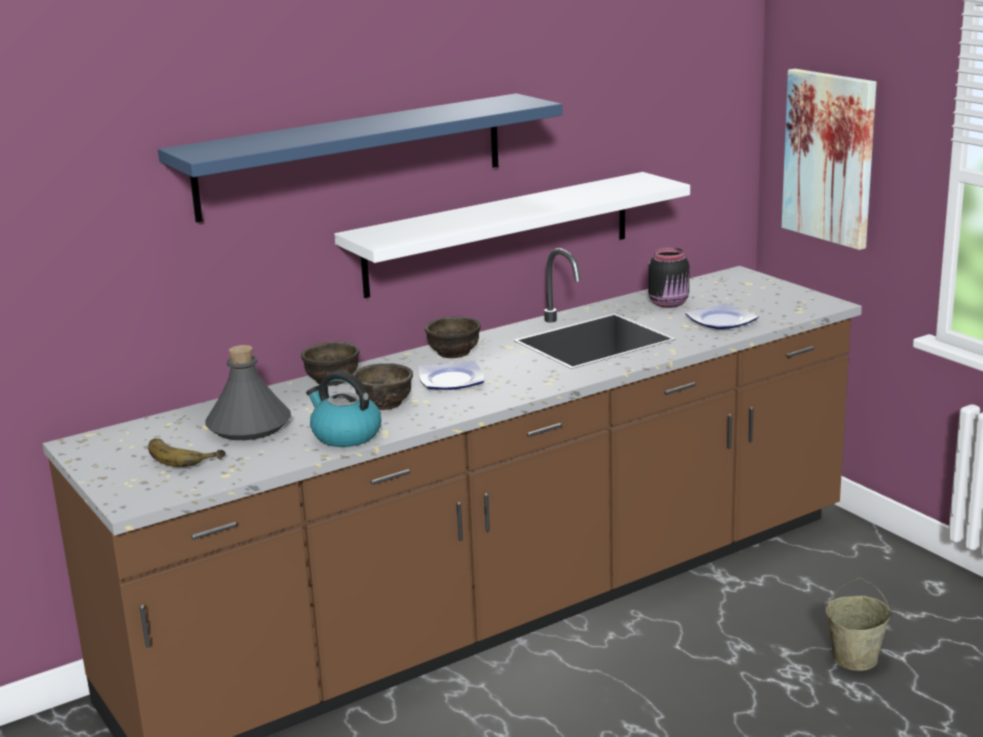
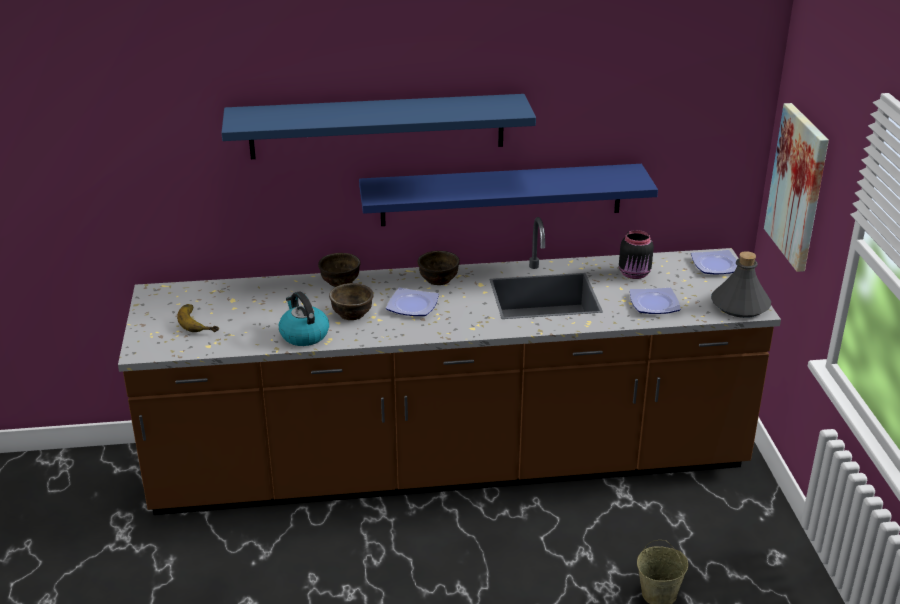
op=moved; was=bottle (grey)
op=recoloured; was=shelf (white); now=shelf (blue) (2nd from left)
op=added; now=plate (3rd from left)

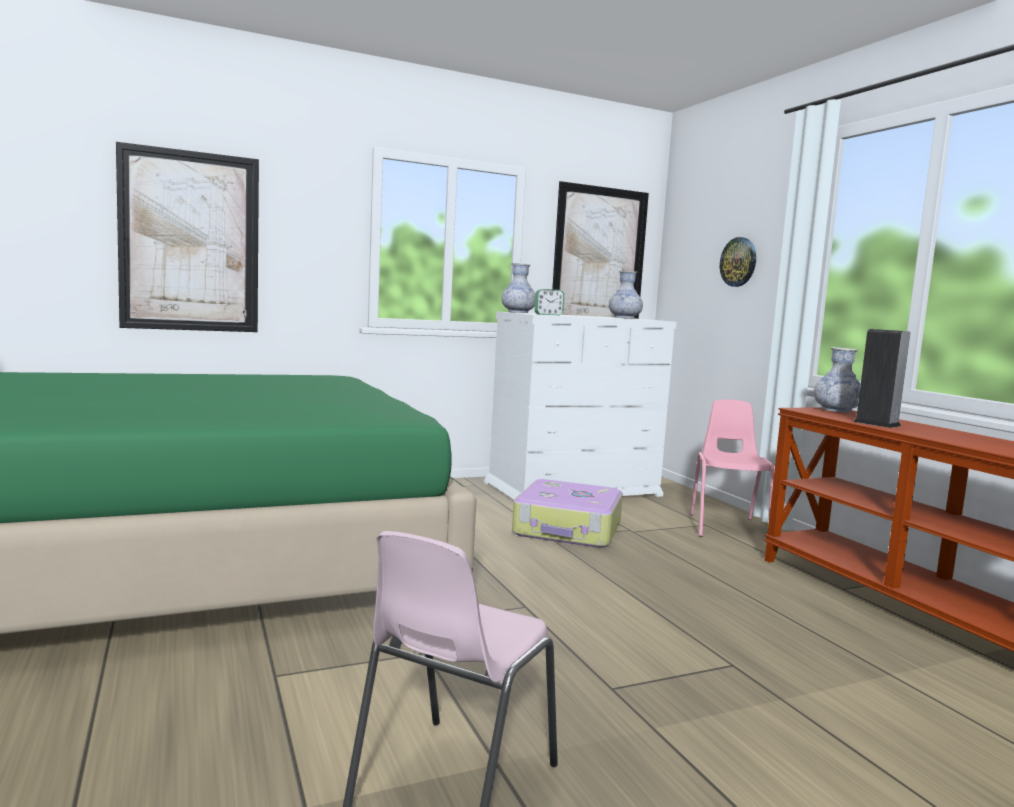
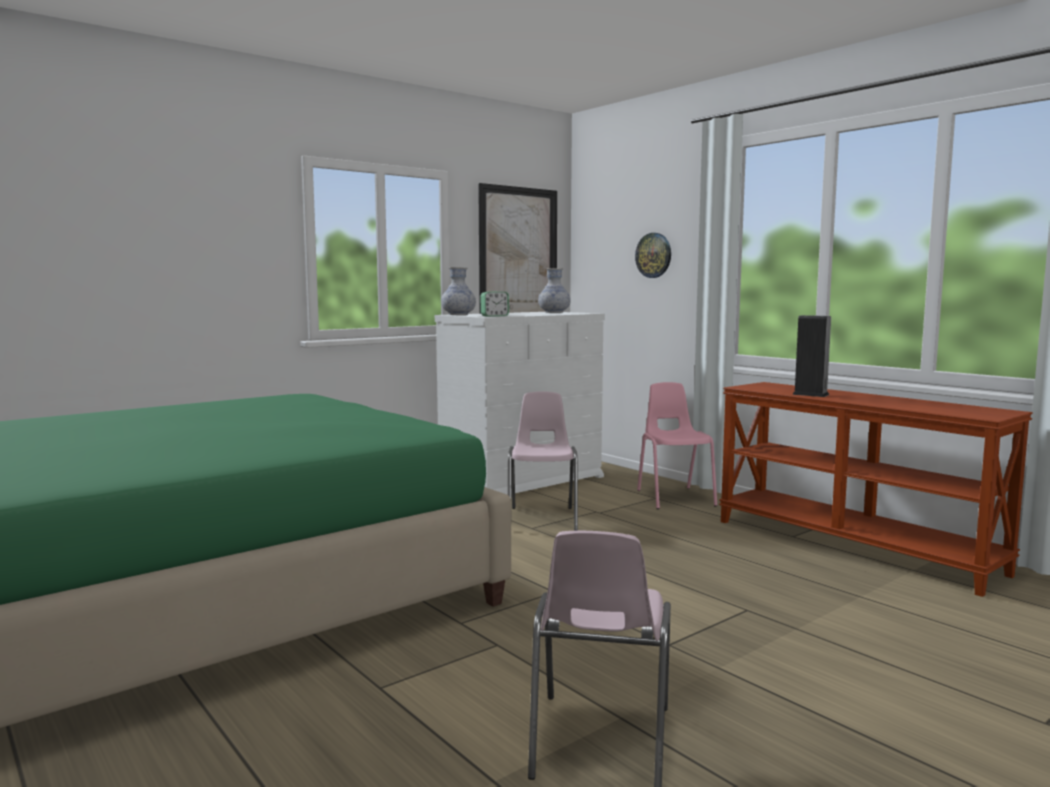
op=removed; was=picture (1st from left)
op=replaced; was=suitcase; now=chair (pink) (1st from left)
op=removed; was=vase (3rd from left)

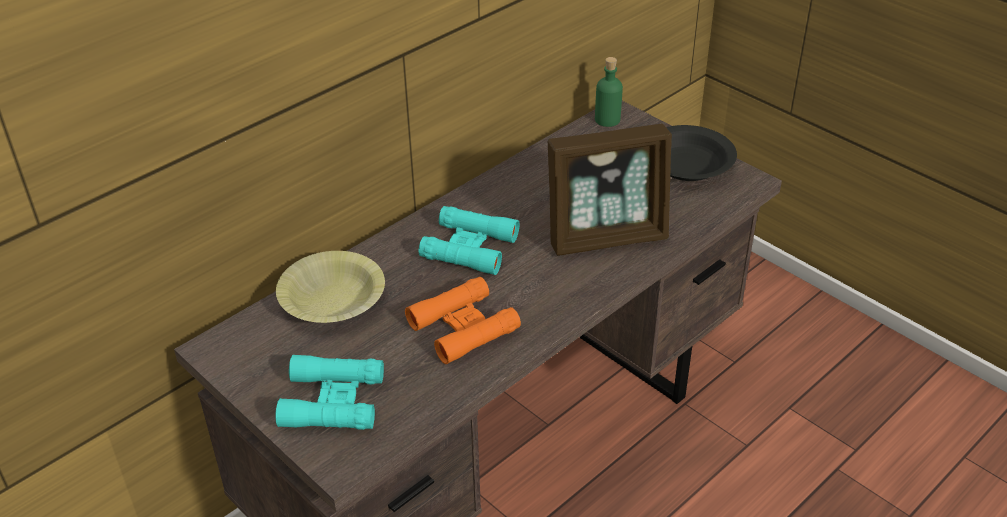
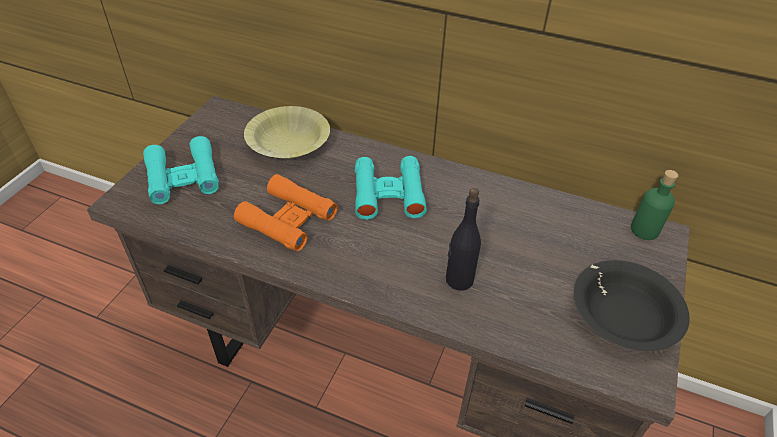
op=replaced; was=picture frame; now=bottle (black)

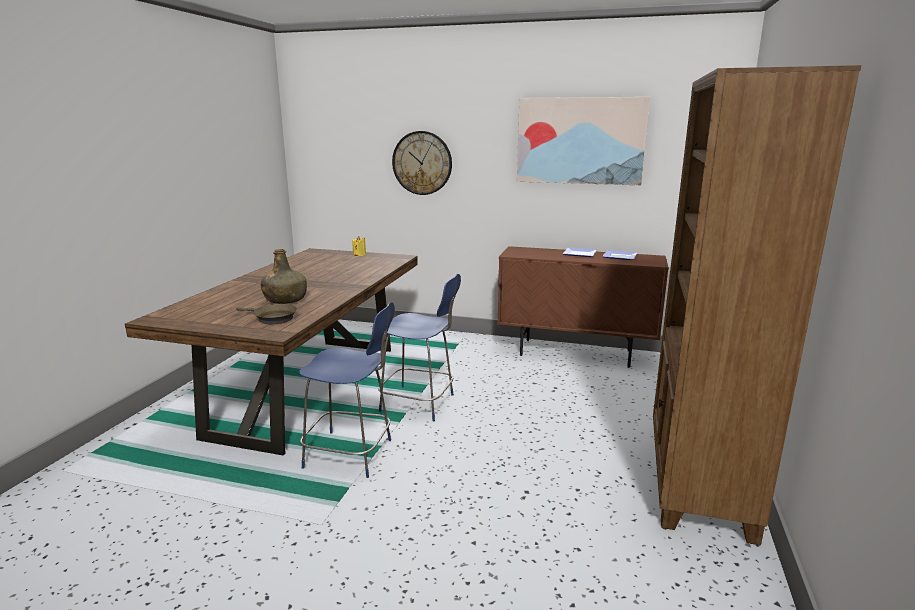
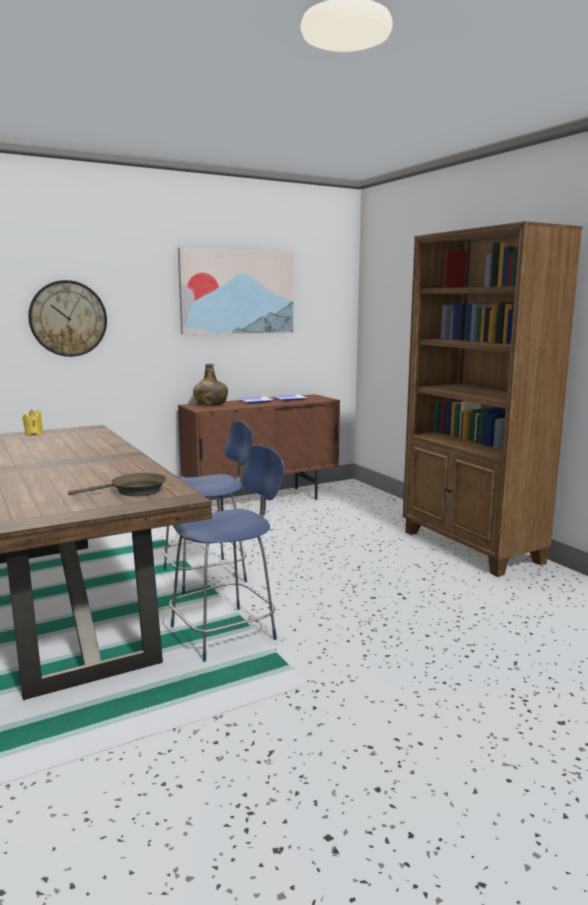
op=moved; was=bottle (green)

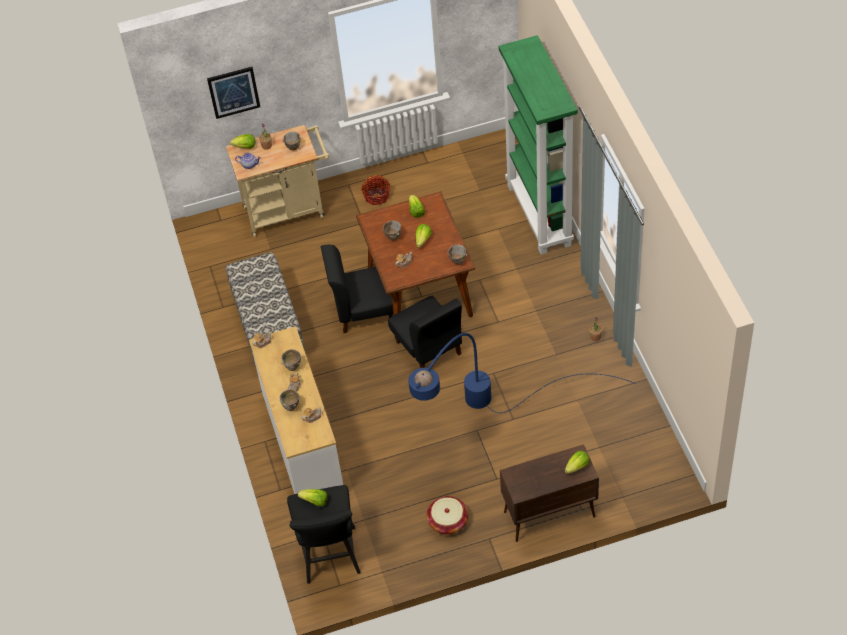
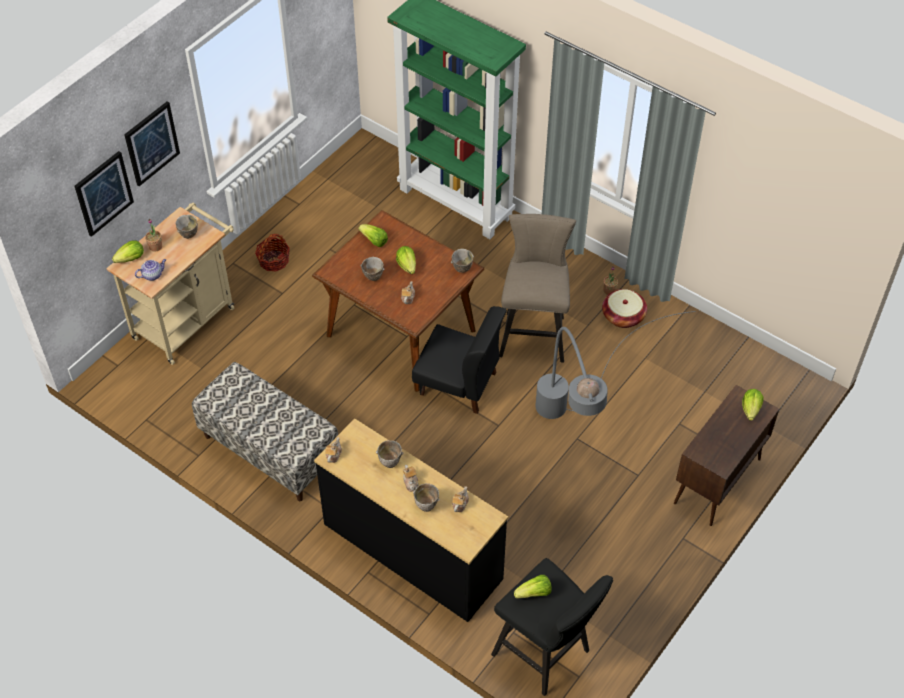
op=recoloured; was=dresser (white); now=dresser (black)
op=removed; was=chair (black) (1st from left)
op=recoloured; was=floor lamp (blue); now=floor lamp (grey)
op=moved; was=basket (2nd from left)
op=added; now=picture (2nd from left)
op=added; now=stool (beige)

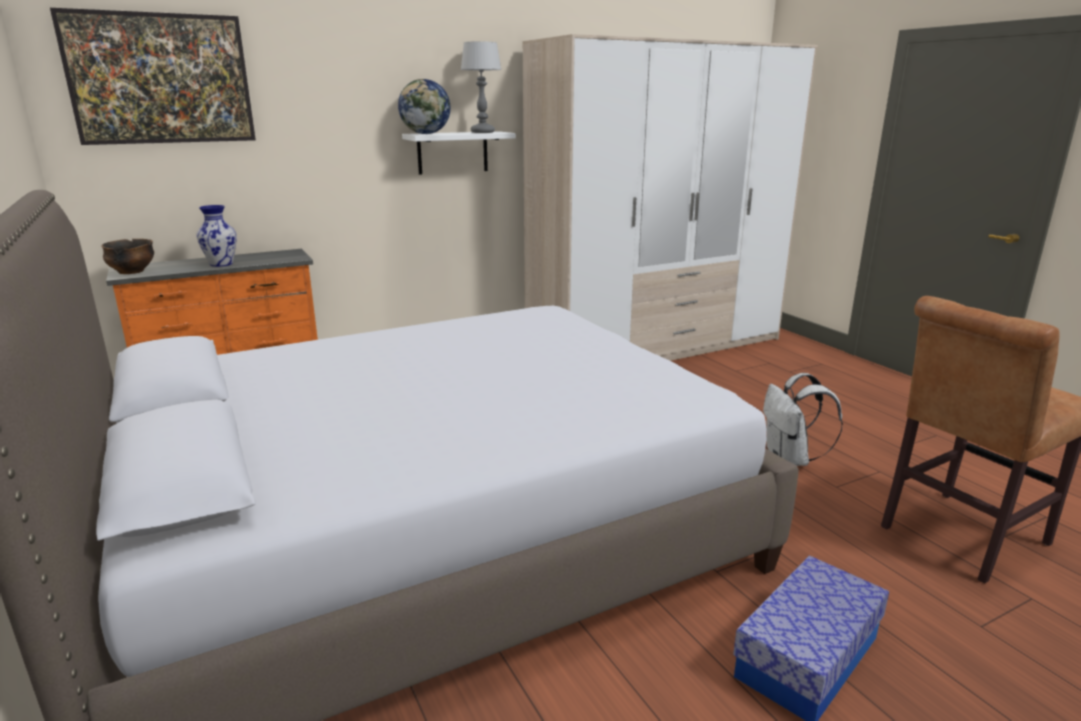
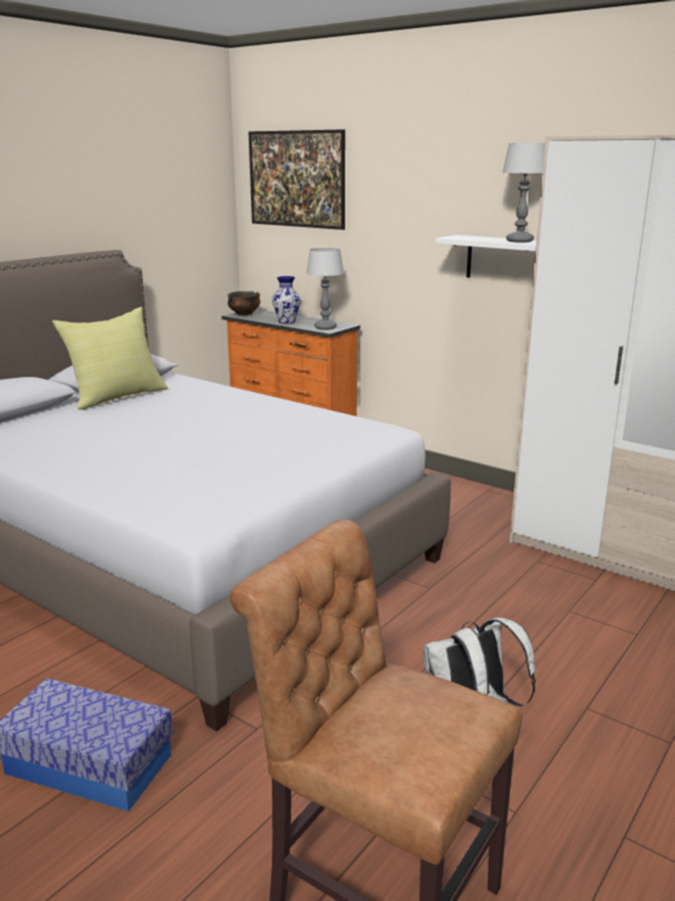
op=removed; was=globe
op=added; now=pillow (yellow)
op=added; now=table lamp (1st from left)

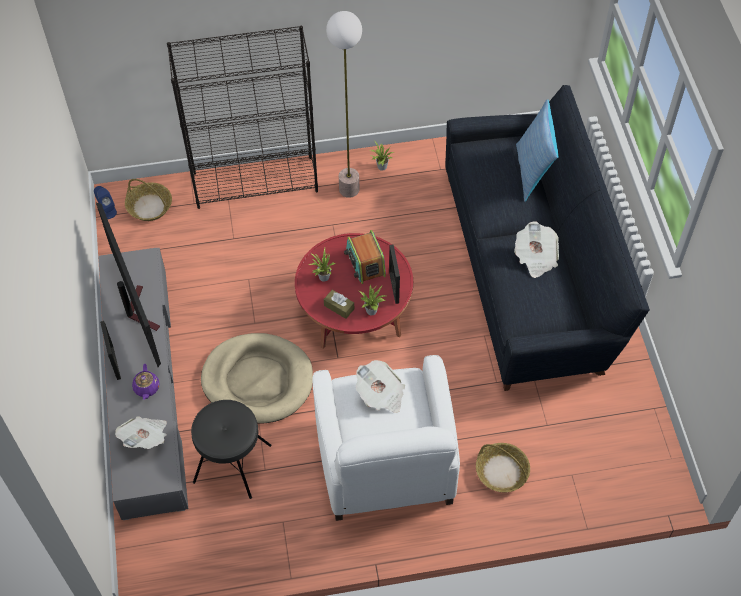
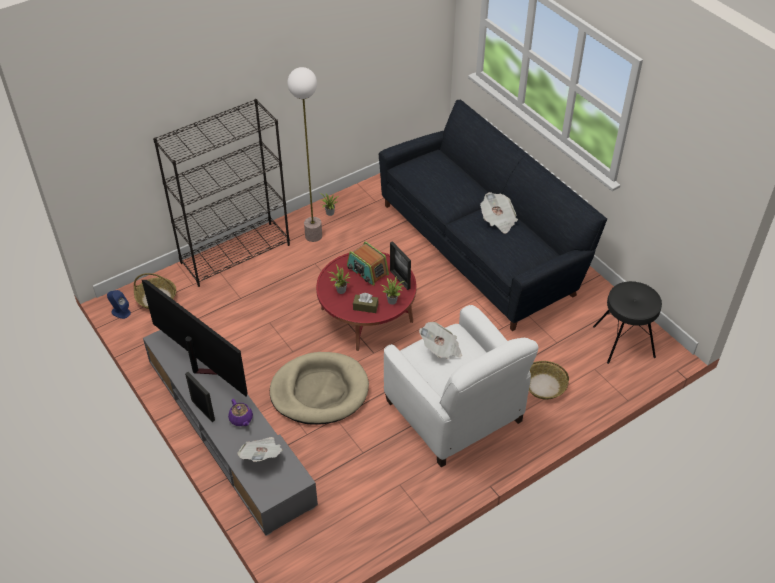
op=moved; was=stool (black)
op=removed; was=pillow

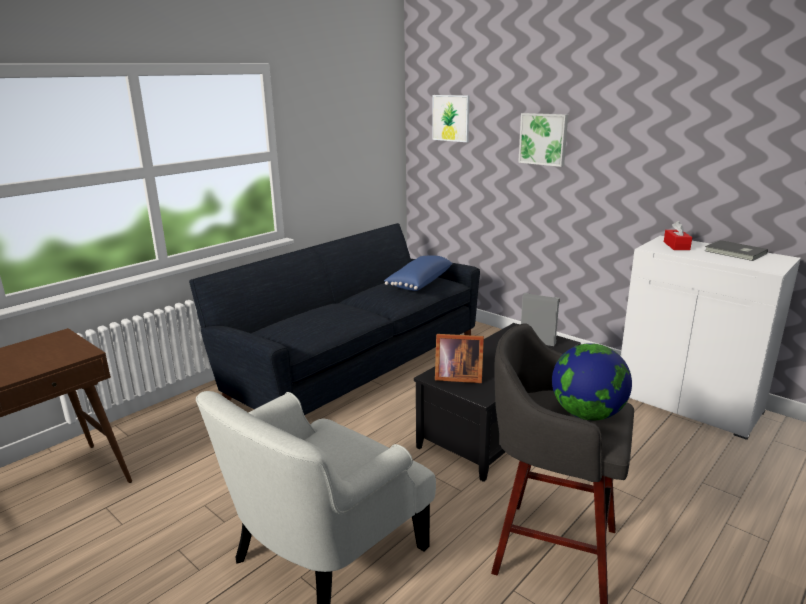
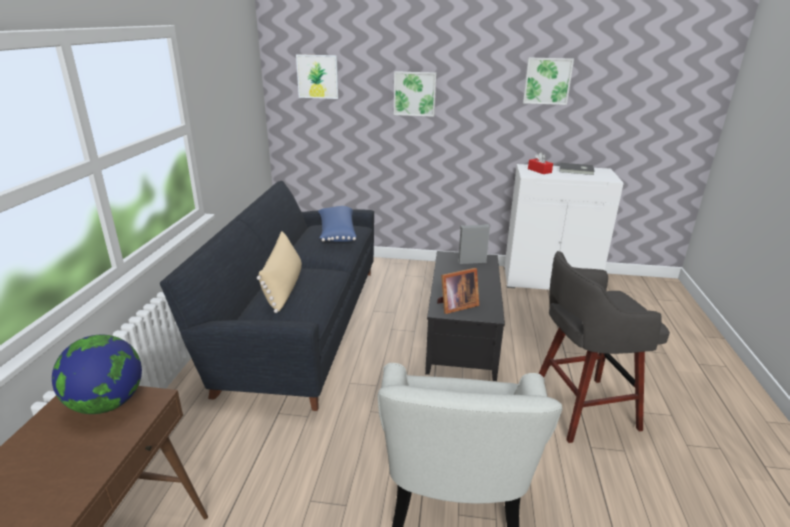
op=moved; was=globe
op=added; now=pillow (beige)
op=added; now=picture (3rd from left)

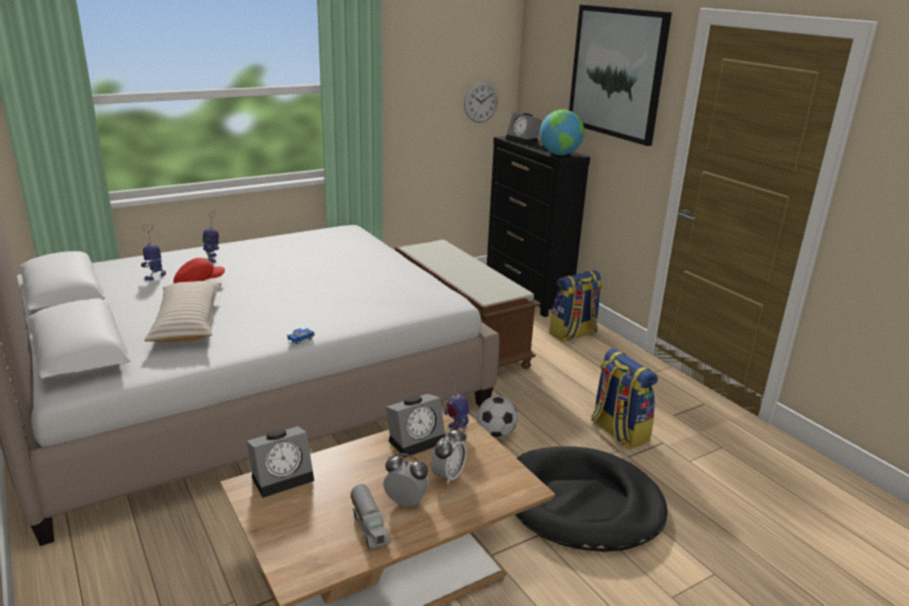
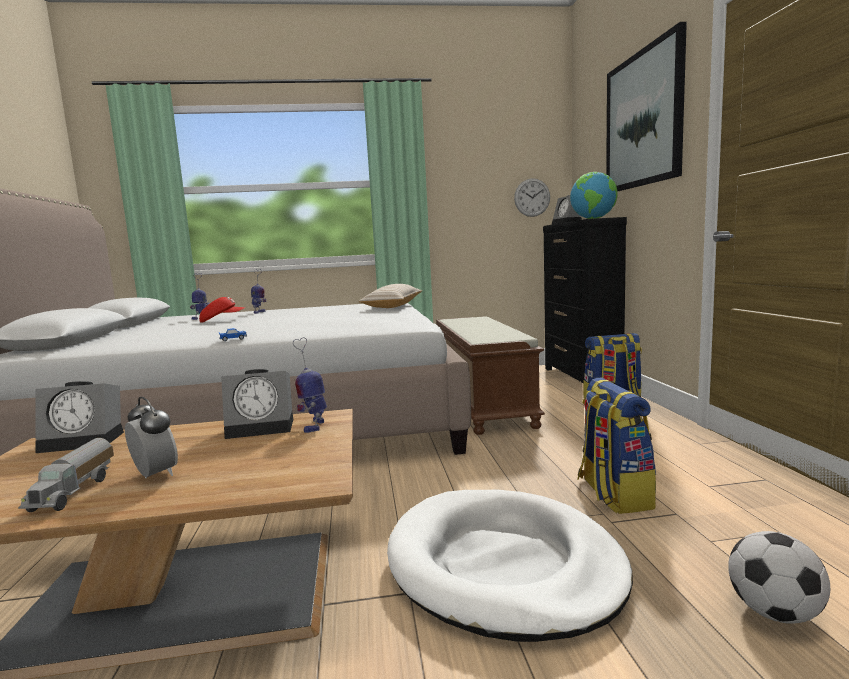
op=moved; was=pillow (beige)
op=removed; was=alarm clock (4th from left)
op=moved; was=football
op=recoloured; was=dog bed (black); now=dog bed (white)

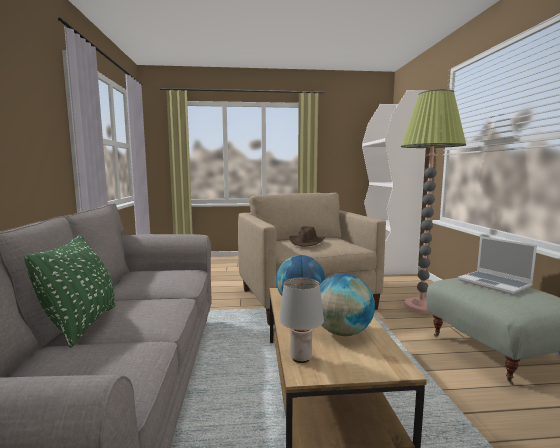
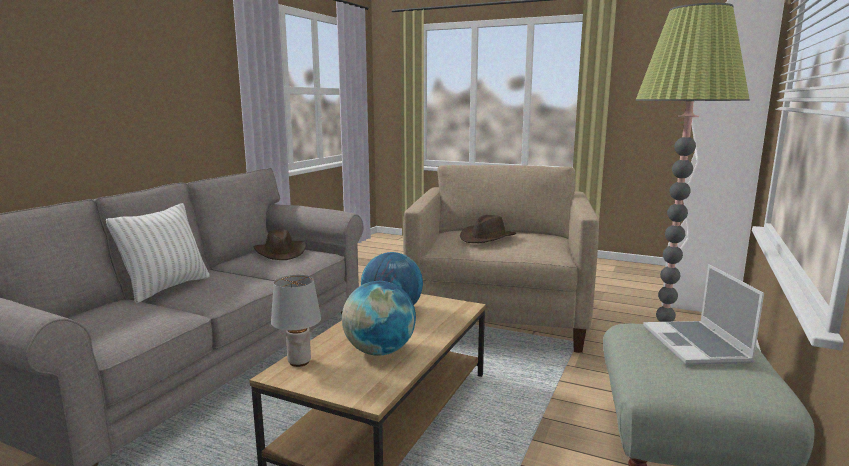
op=recoloured; was=pillow (green); now=pillow (white)
op=added; now=hat (brown) (1st from left)

